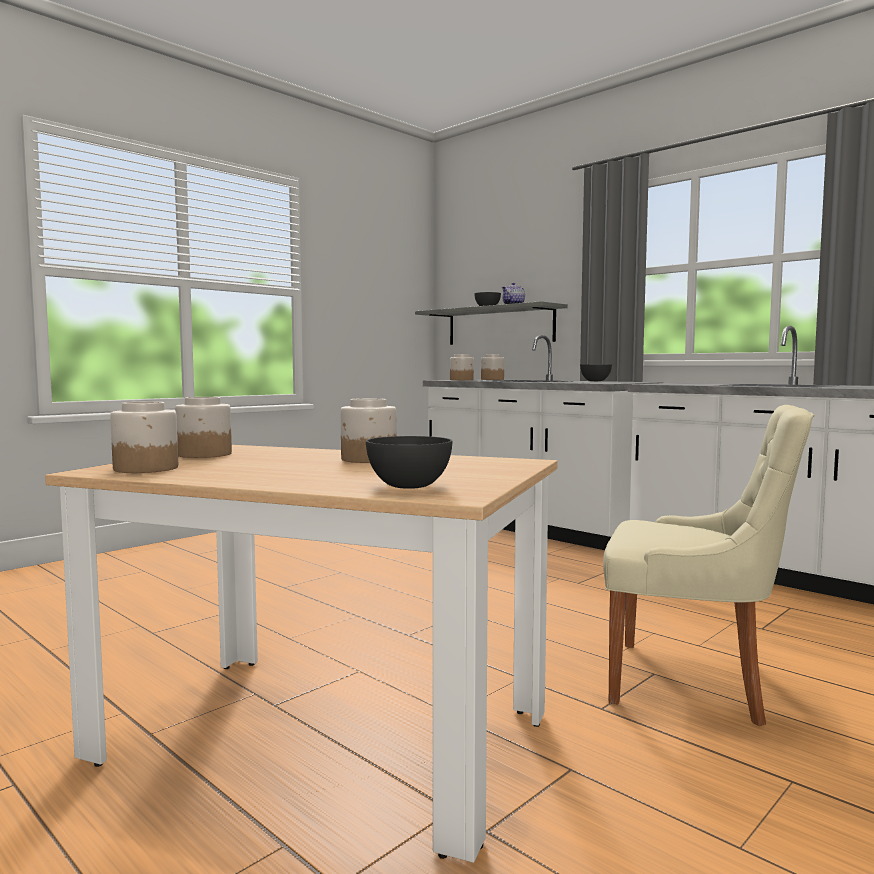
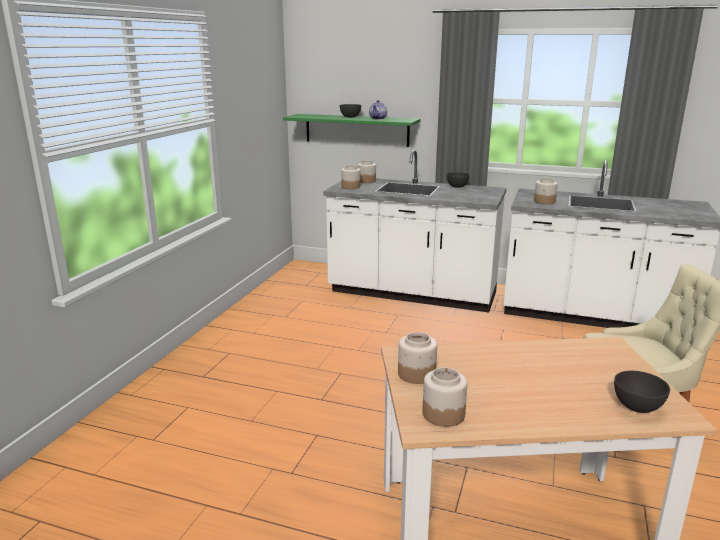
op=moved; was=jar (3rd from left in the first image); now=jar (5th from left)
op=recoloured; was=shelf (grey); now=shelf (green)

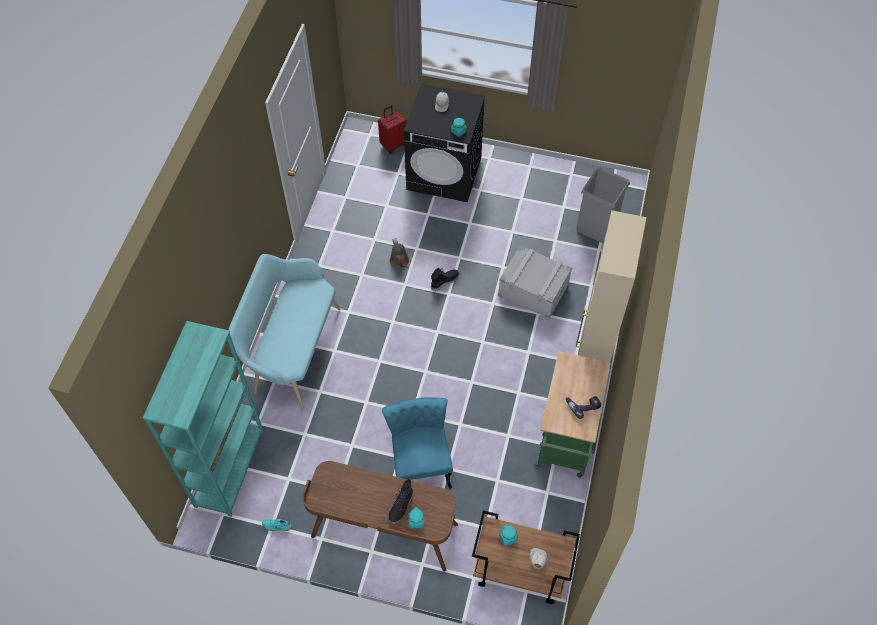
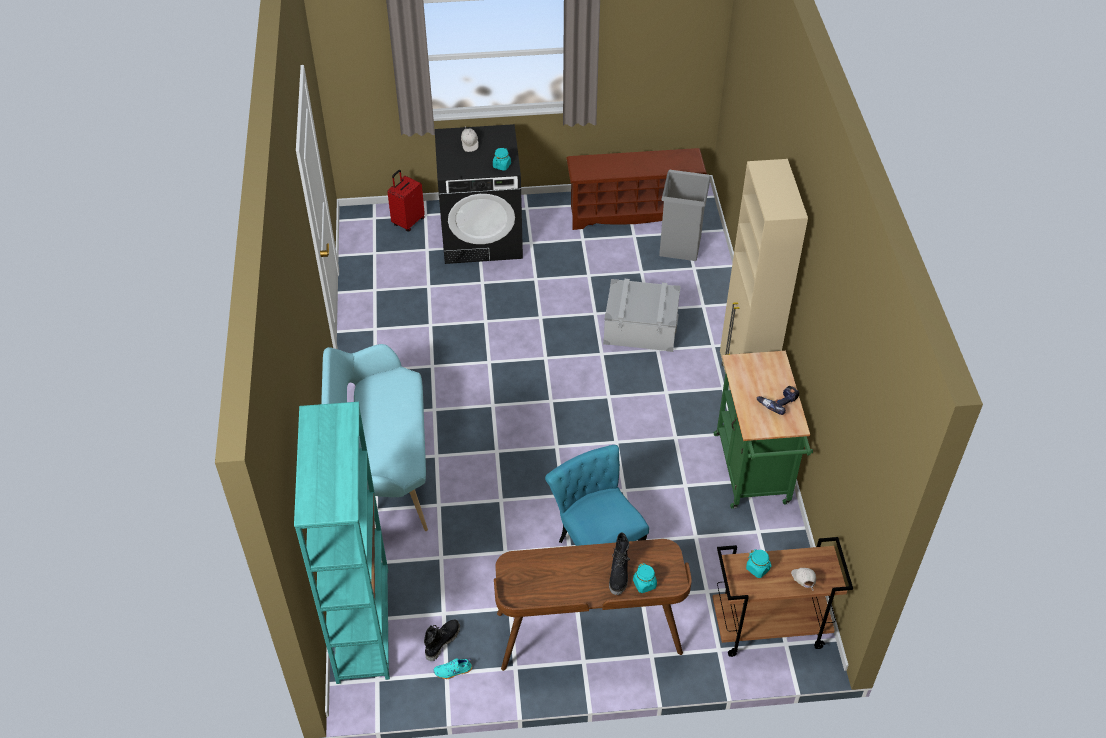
op=removed; was=watering can (brown)
op=moved; was=boot (black) (2nd from left in the first image); now=boot (black) (1st from left)
op=added; now=shoe rack (brown)

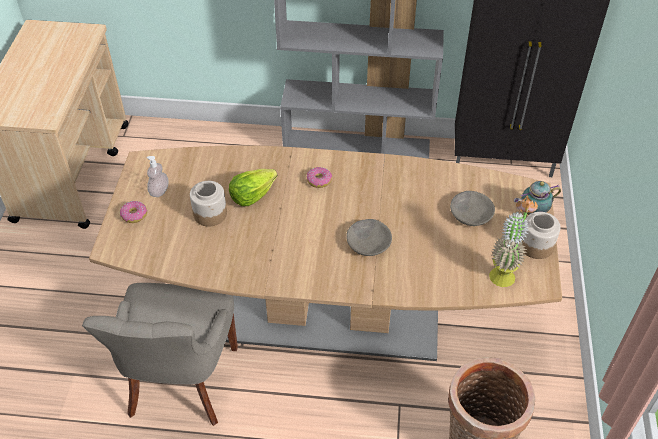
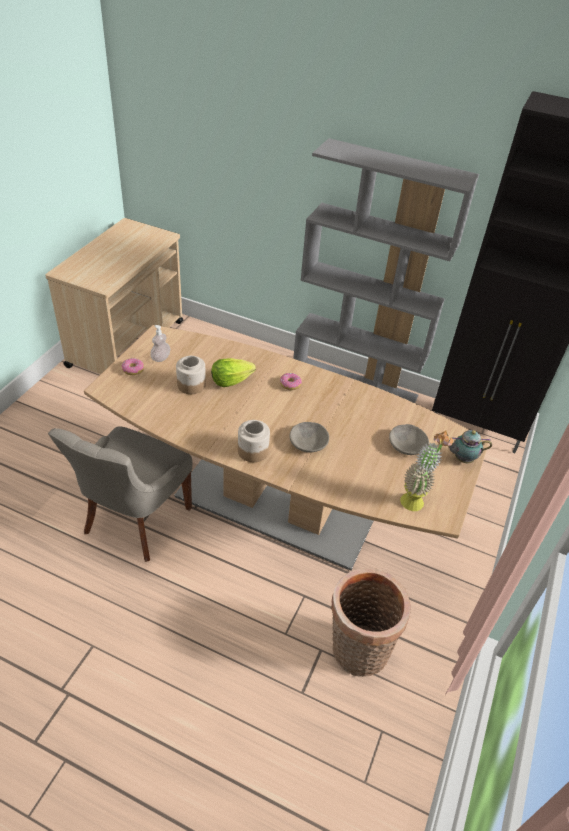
op=moved; was=jar (2nd from left)

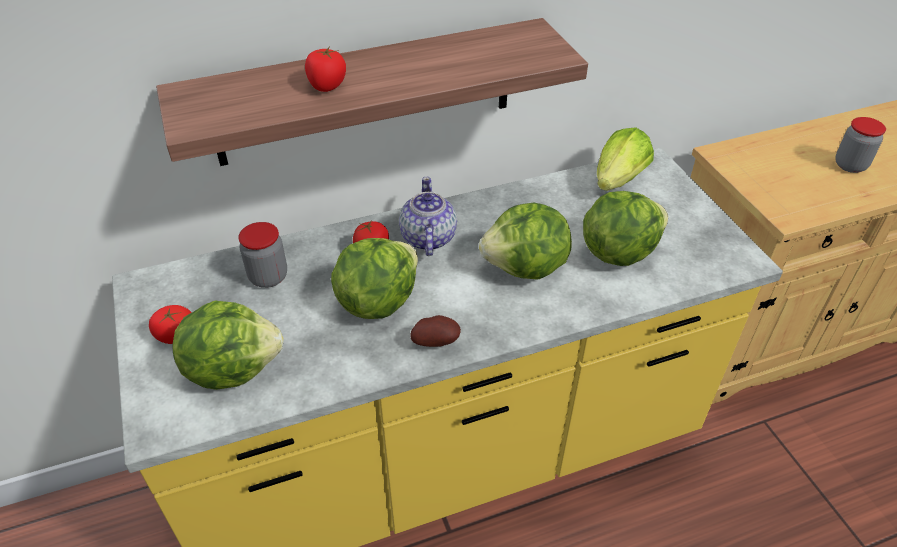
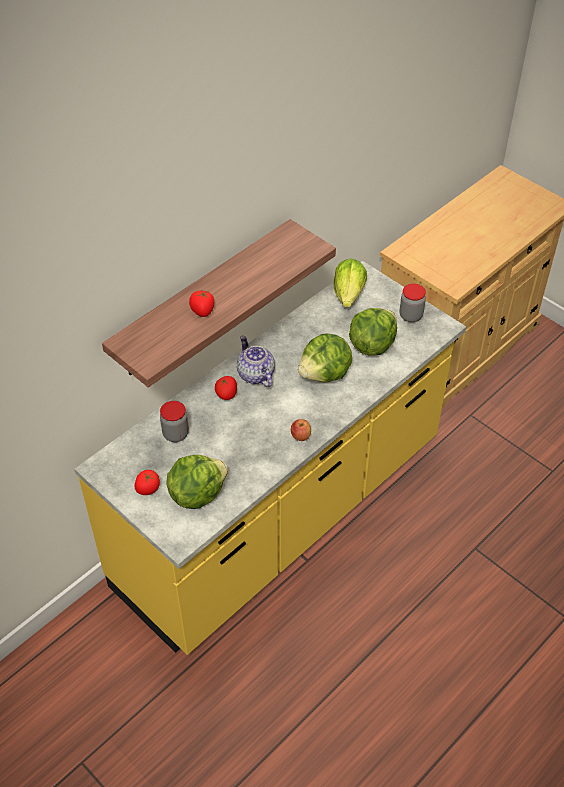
op=removed; was=lettuce (2nd from left)
op=replaced; was=potato; now=apple
op=moved; was=jar (2nd from left)

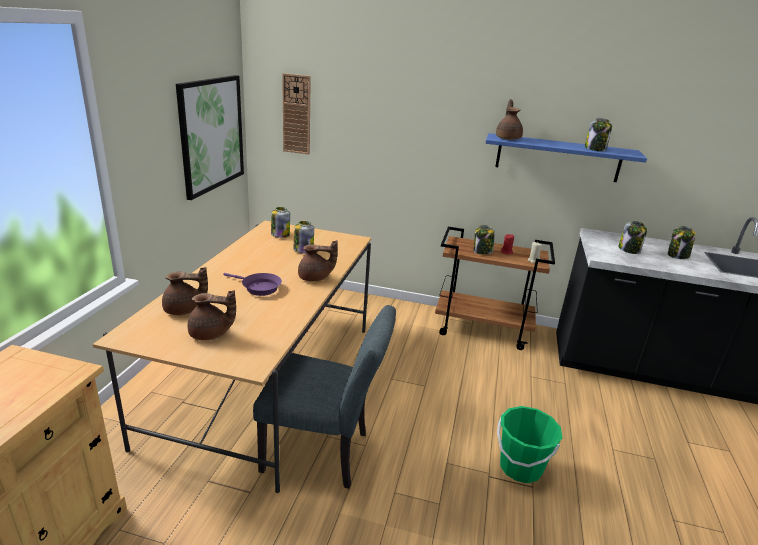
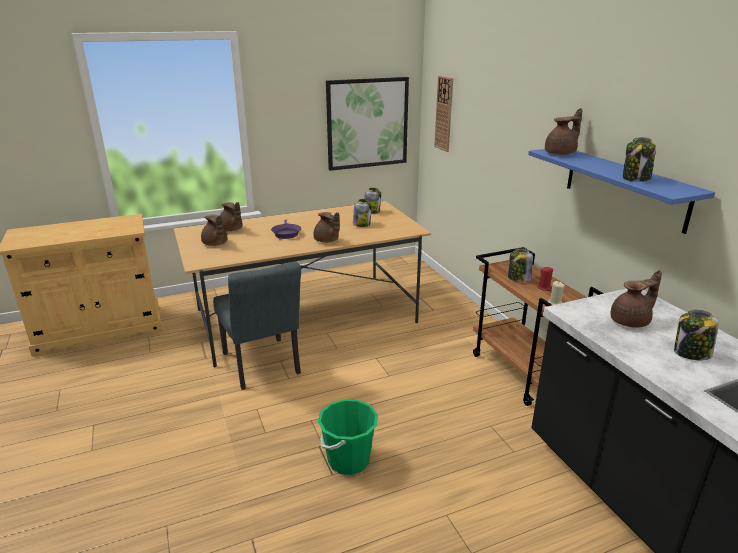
op=replaced; was=jar (5th from left); now=teapot (brown) (5th from left)

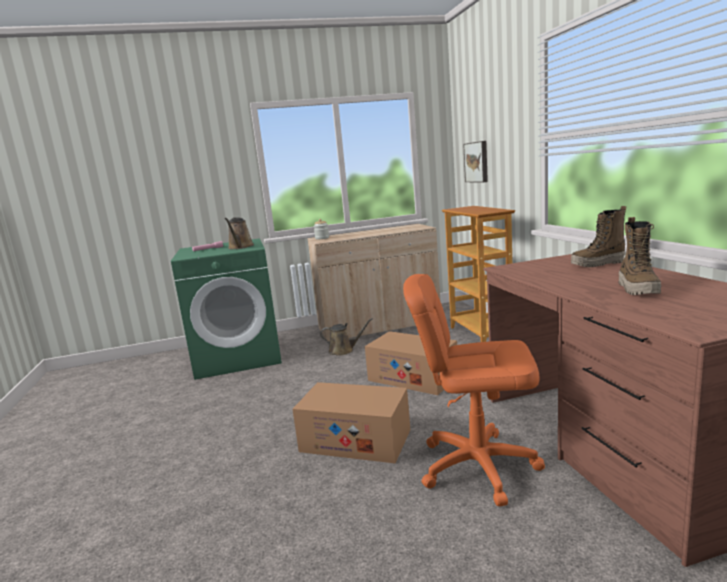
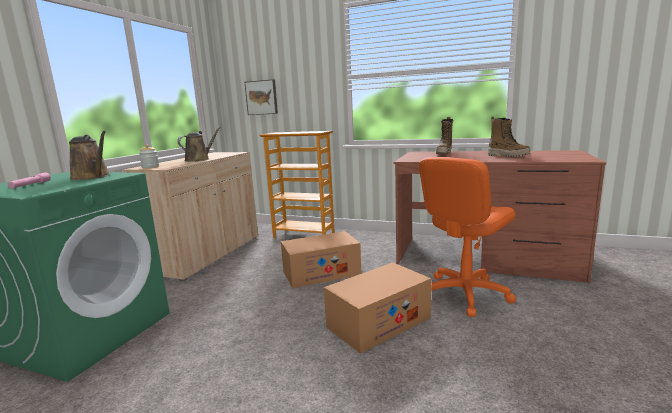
op=moved; was=watering can (brown) (2nd from left)

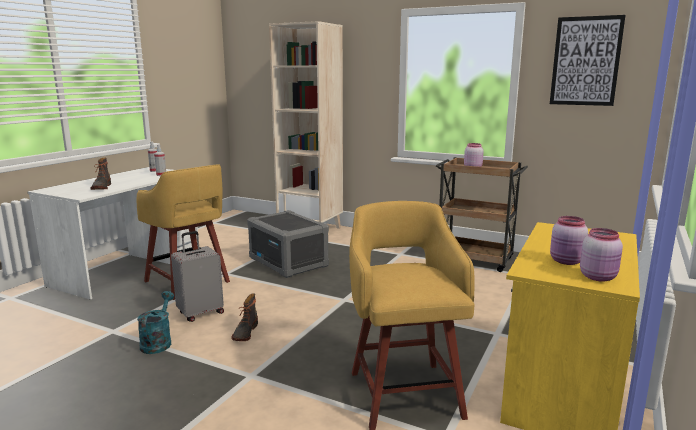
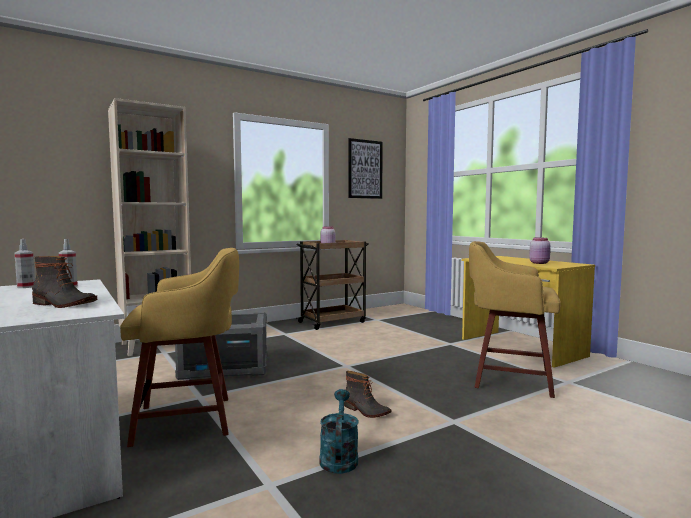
op=turned; was=watering can (turquoise); clockwise=60
op=removed; was=suitcase (grey)
op=removed; was=jar (pink) (3rd from left)

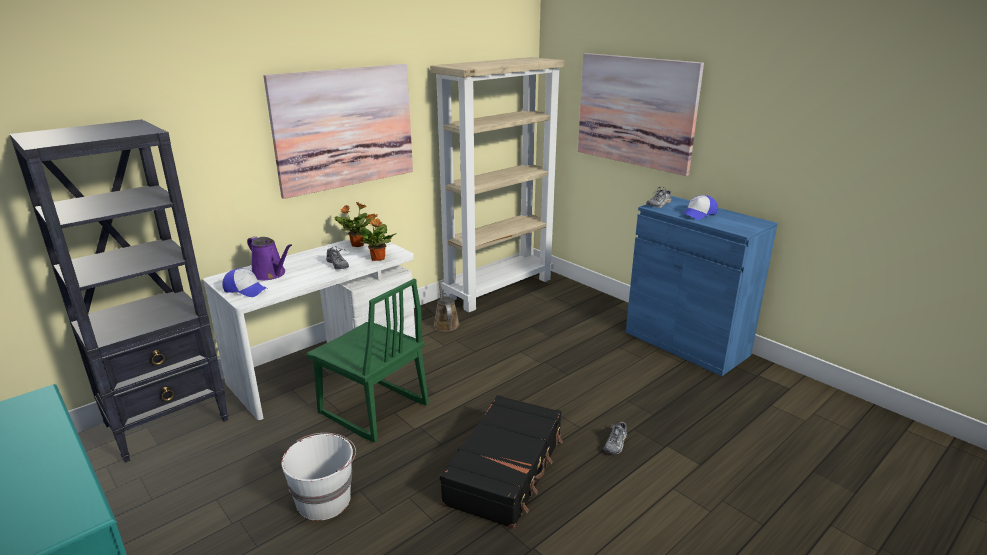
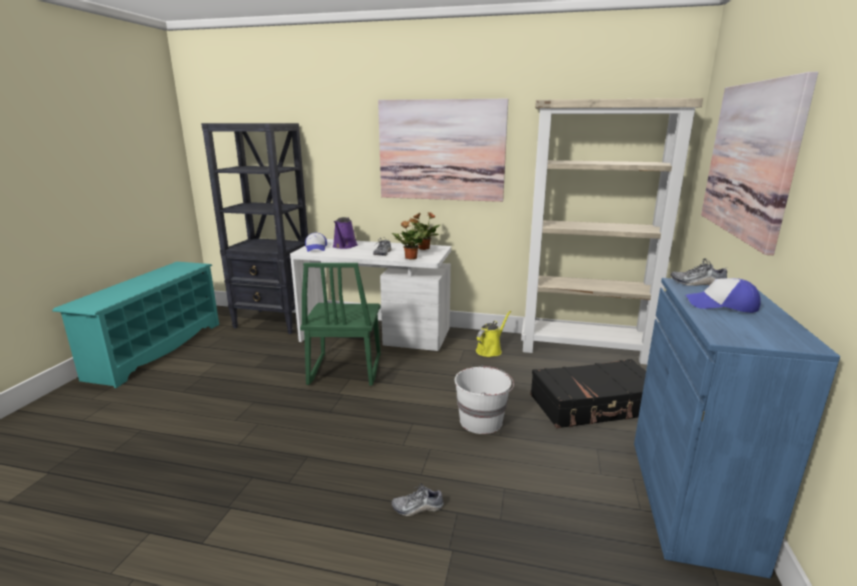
op=moved; was=bucket (white)
op=recoloured; was=watering can (brown); now=watering can (yellow)
op=moved; was=suitcase (black)

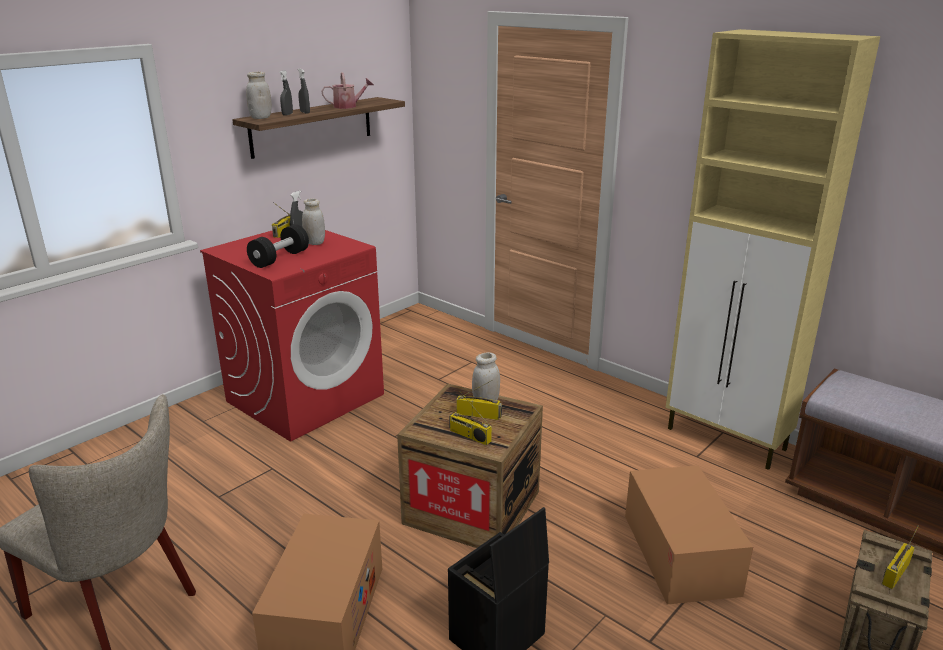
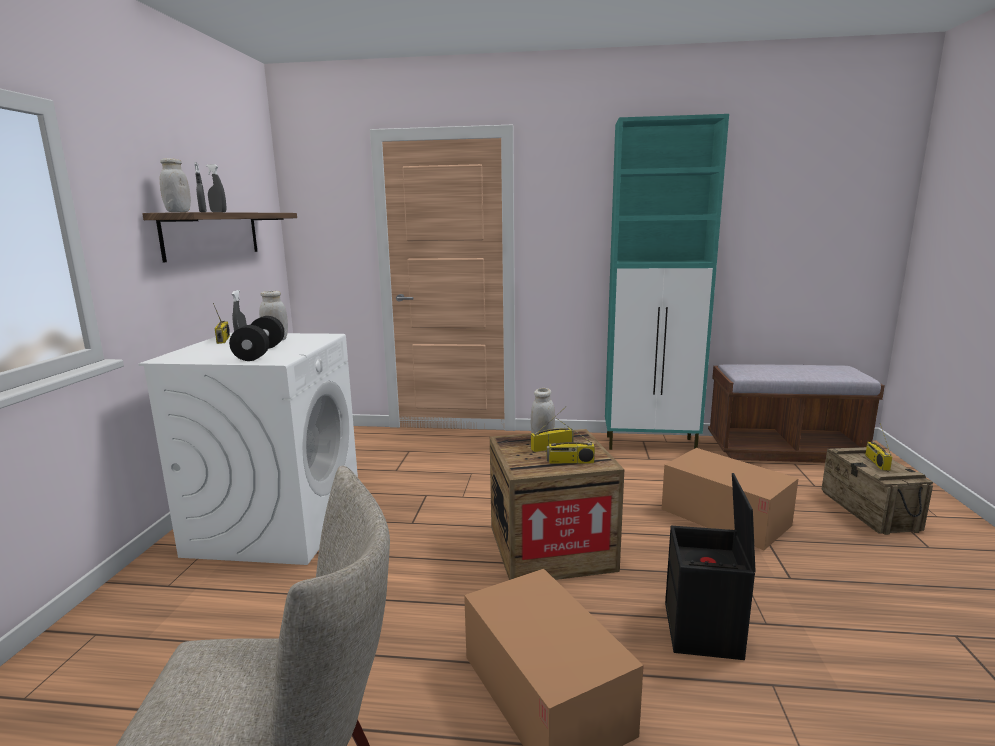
op=recoloured; was=washing machine (red); now=washing machine (white)
op=removed; was=watering can
op=recoloured; was=cabinet (beige); now=cabinet (turquoise)

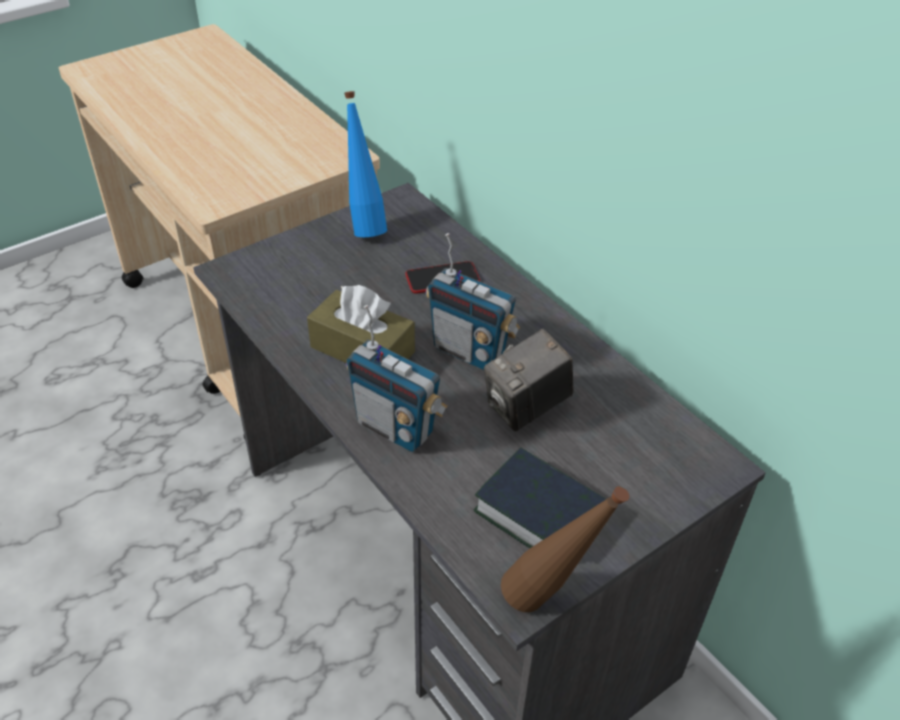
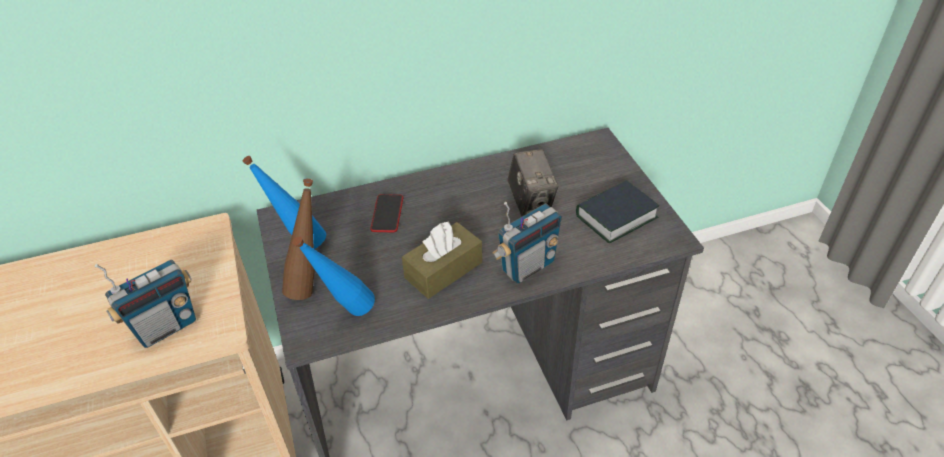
op=moved; was=radio (2nd from left in the first image); now=radio (1st from left)
op=moved; was=bottle (brown)
op=added; now=bottle (blue) (2nd from left)

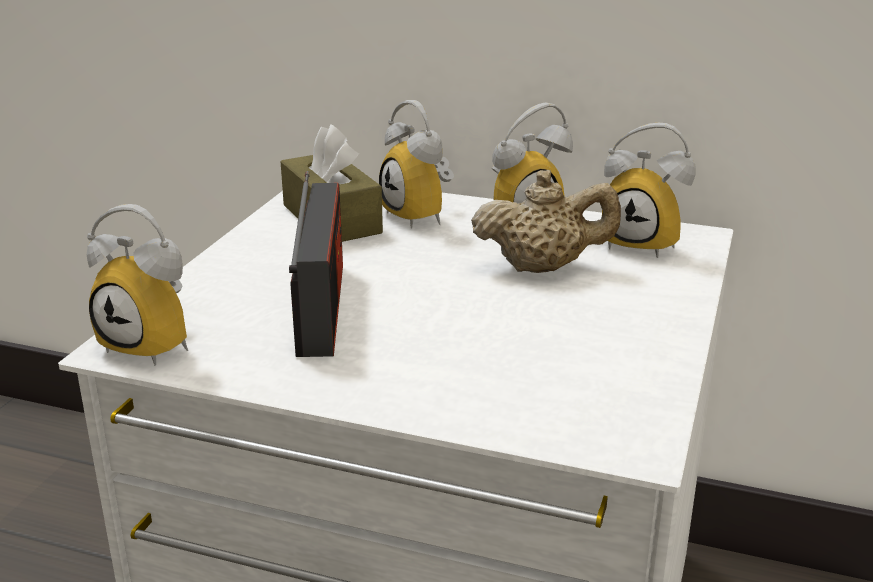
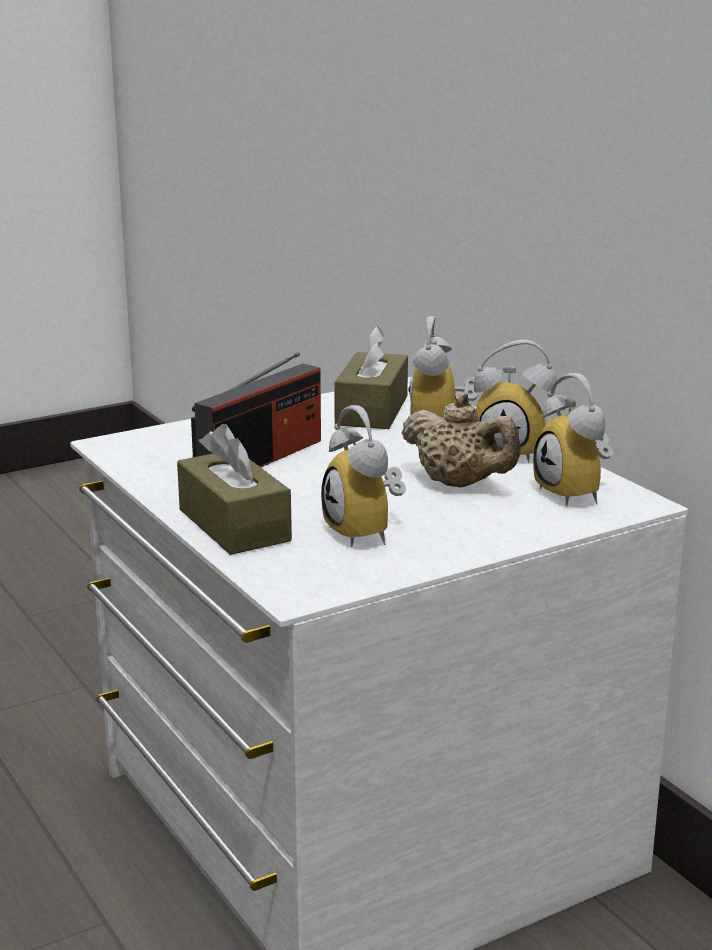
op=moved; was=alarm clock (1st from left)
op=added; now=tissue box (brown) (1st from left)

